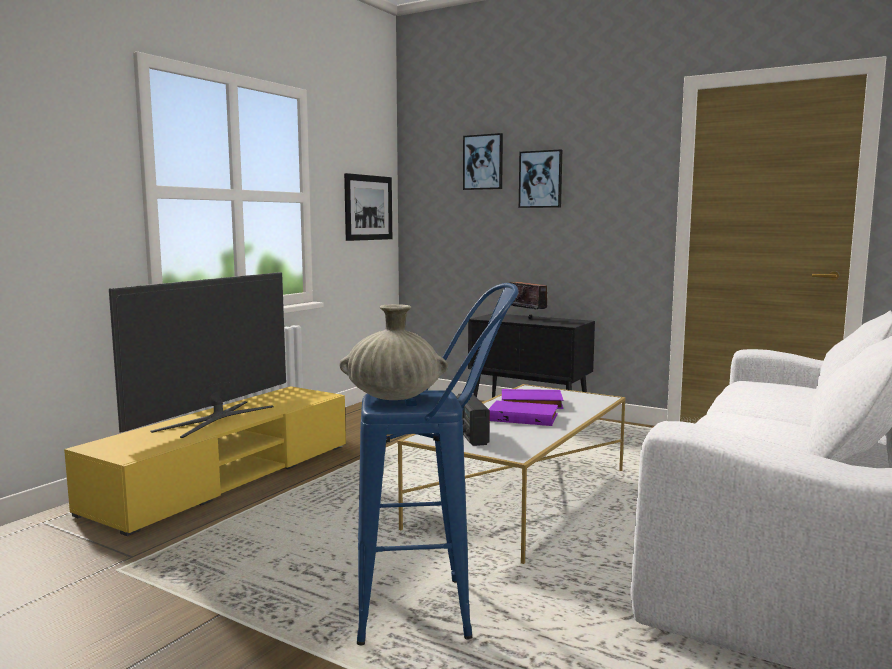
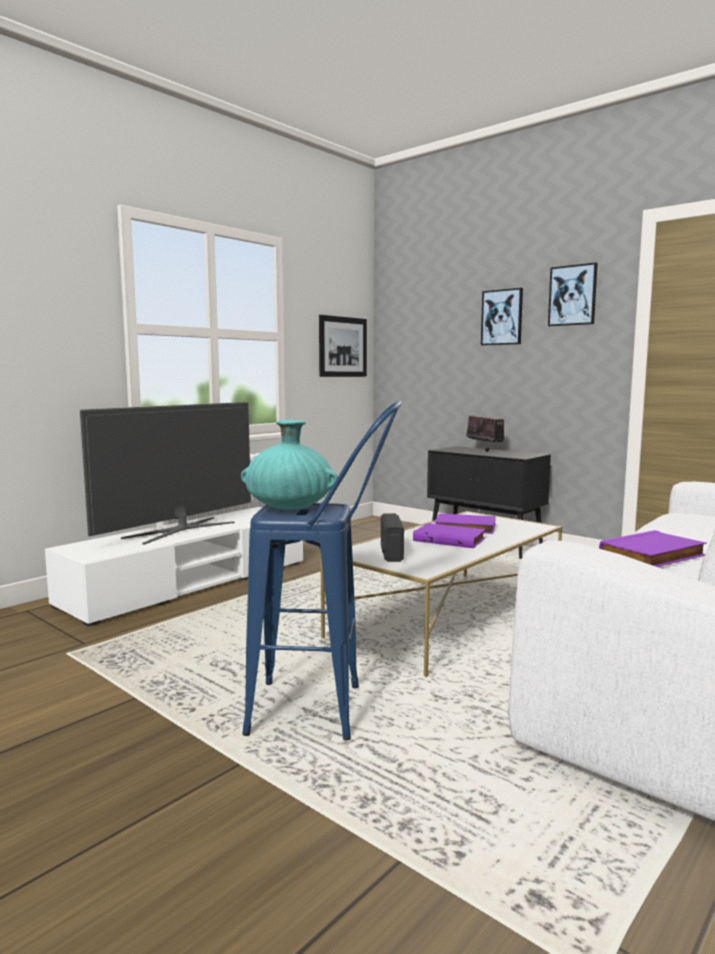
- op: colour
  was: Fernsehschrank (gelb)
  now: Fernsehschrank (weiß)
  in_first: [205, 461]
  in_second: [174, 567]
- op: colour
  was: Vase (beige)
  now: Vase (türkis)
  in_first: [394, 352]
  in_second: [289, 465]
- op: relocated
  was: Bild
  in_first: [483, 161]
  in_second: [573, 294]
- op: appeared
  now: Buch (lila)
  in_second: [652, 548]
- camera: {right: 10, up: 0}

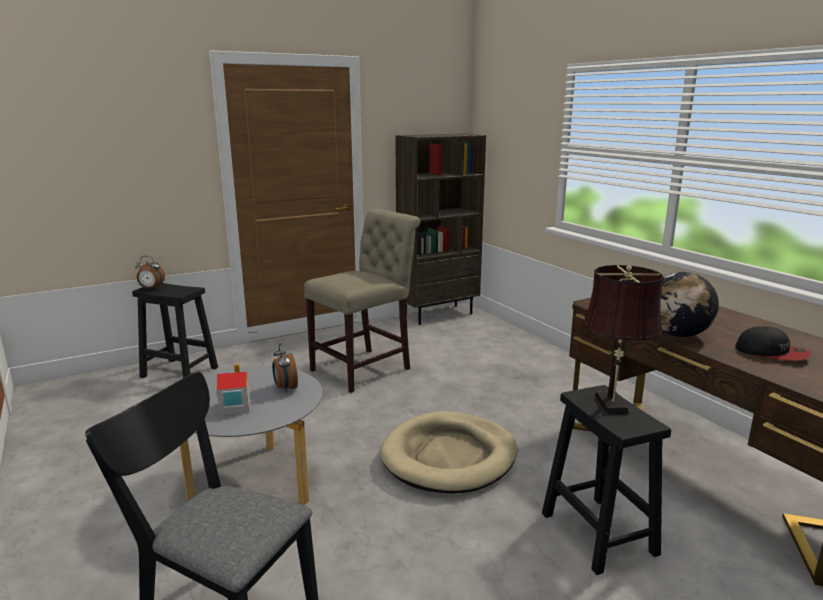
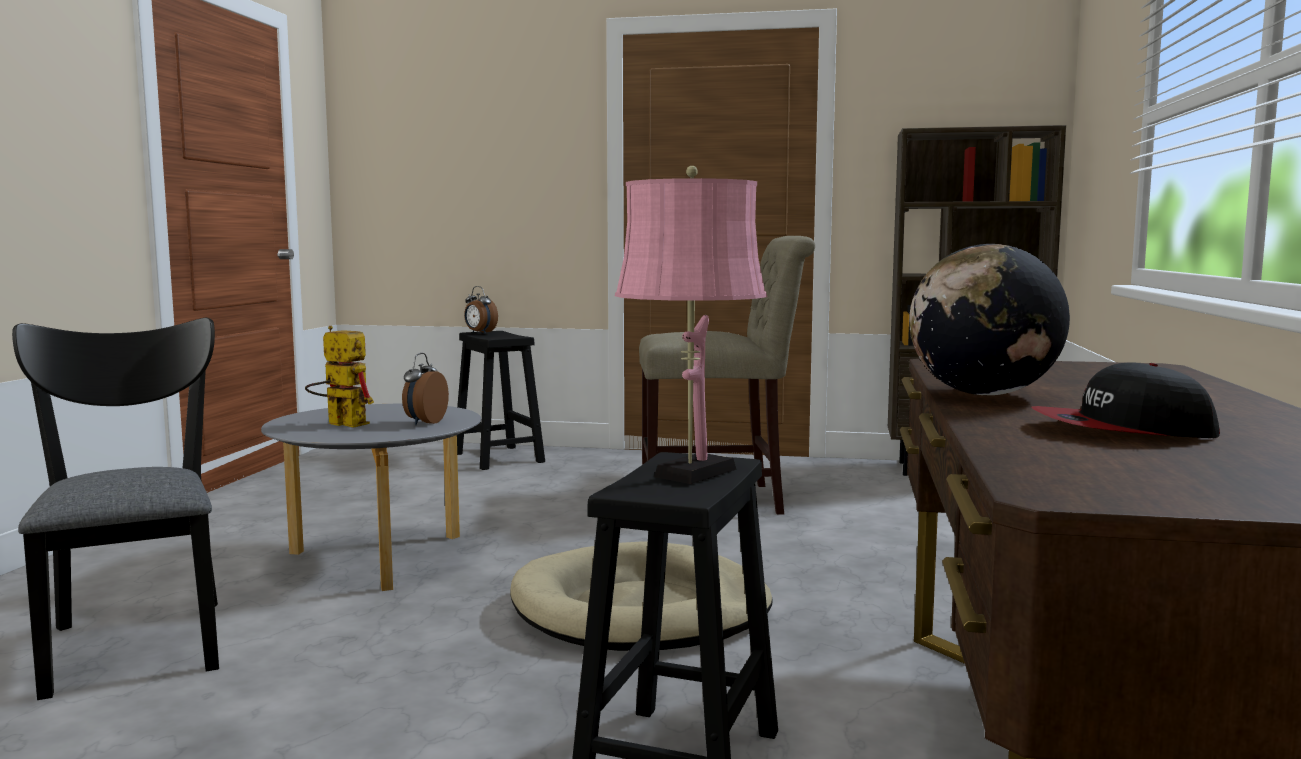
- op: exchanged
  was: Spielzeughaus
  now: Spielzeugroboter
  in_first: [233, 389]
  in_second: [339, 377]
- op: colour
  was: Tischlampe (braun)
  now: Tischlampe (rosa)
  in_first: [623, 339]
  in_second: [691, 325]
- op: spun
  was: Kappe
  in_first: [773, 343]
  in_second: [1126, 400]
  clockwise: 105
- camera: {right: 40, up: -10}

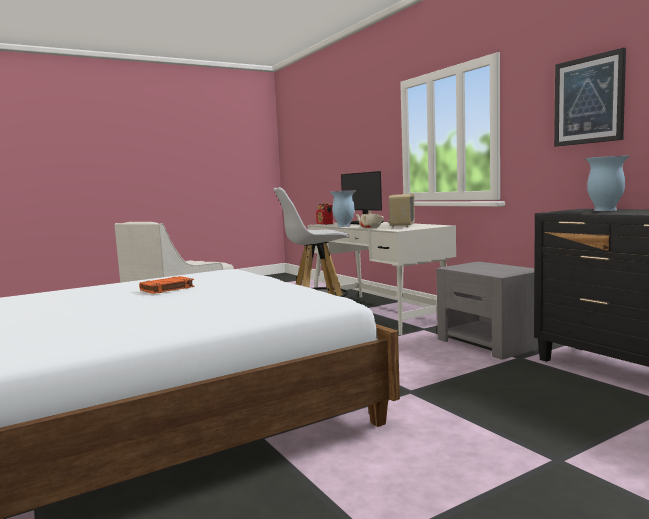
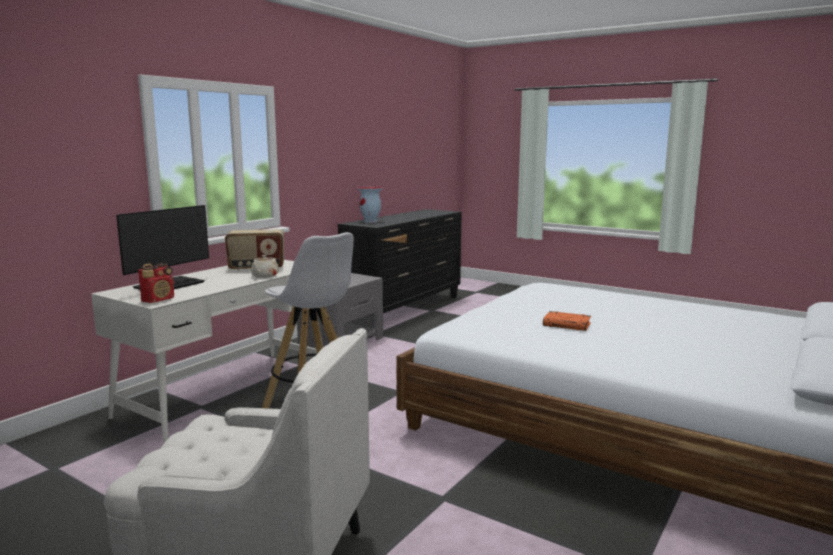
- op: missing
  was: Vase
  in_first: [342, 208]
- op: missing
  was: Bild
  in_first: [590, 97]
- camera: {right: -115, up: 5}

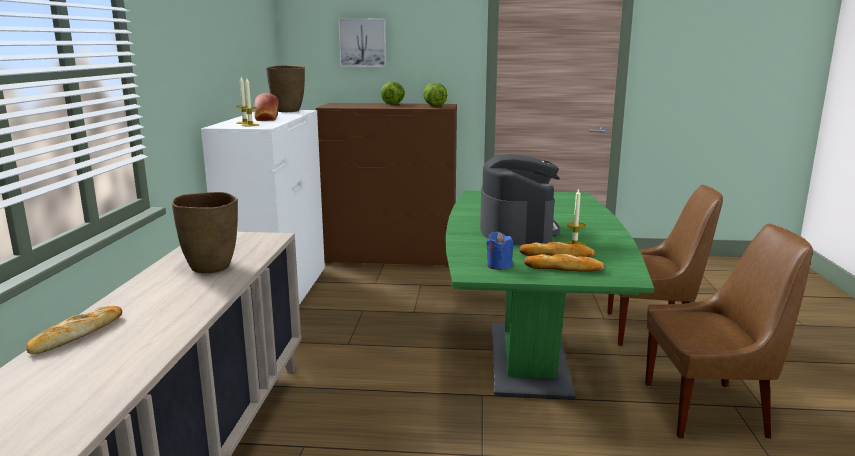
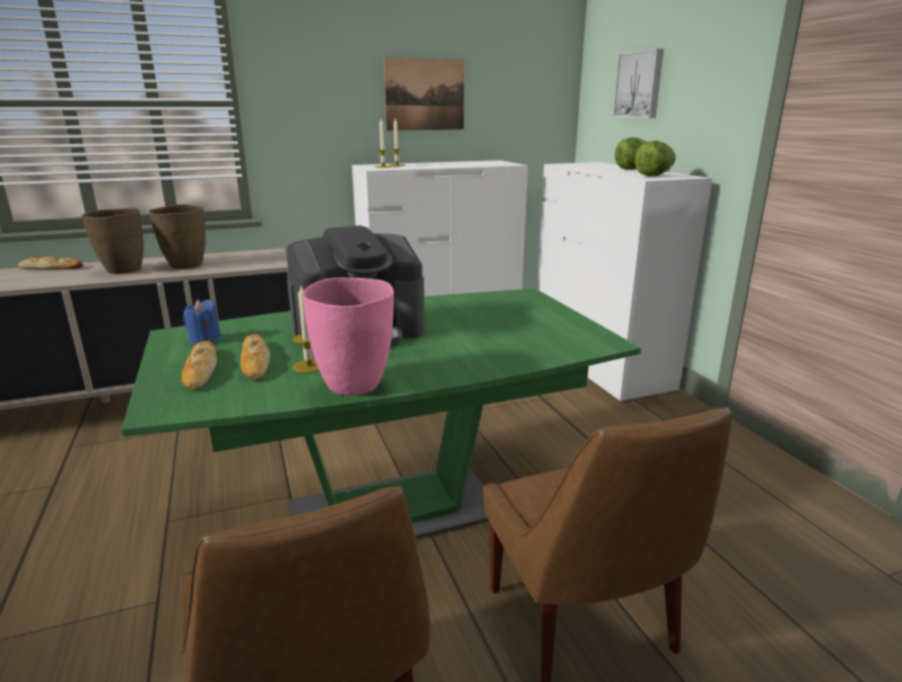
- op: missing
  was: Brot
  in_first: [266, 107]
- op: relocated
  was: Vase (braun)
  in_first: [285, 88]
  in_second: [112, 241]
- op: colour
  was: Kommode (braun)
  now: Kommode (weiß)
  in_first: [386, 185]
  in_second: [624, 282]
- op: appeared
  now: Vase (rosa)
  in_second: [348, 337]
- op: appeared
  now: Bild
  in_second: [424, 94]
- camera: {right: 65, up: 5}

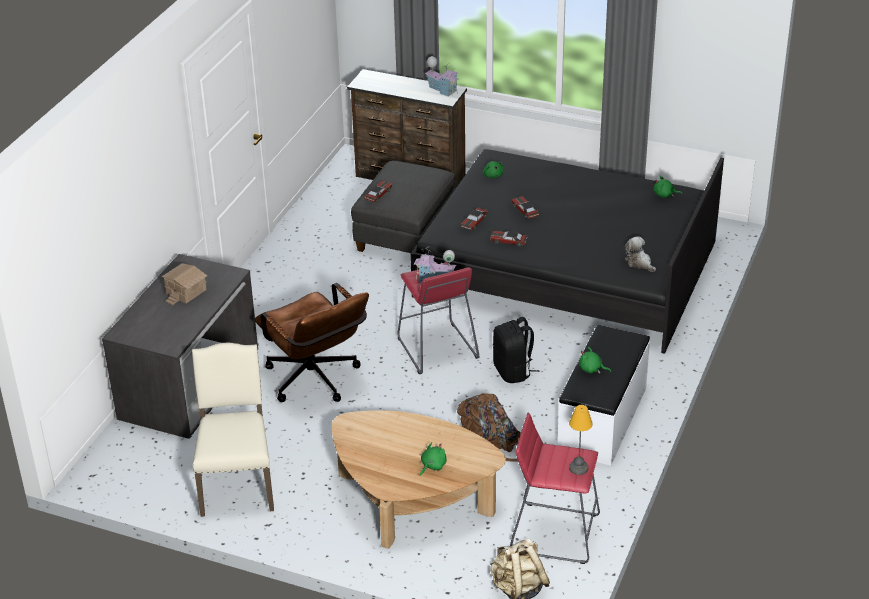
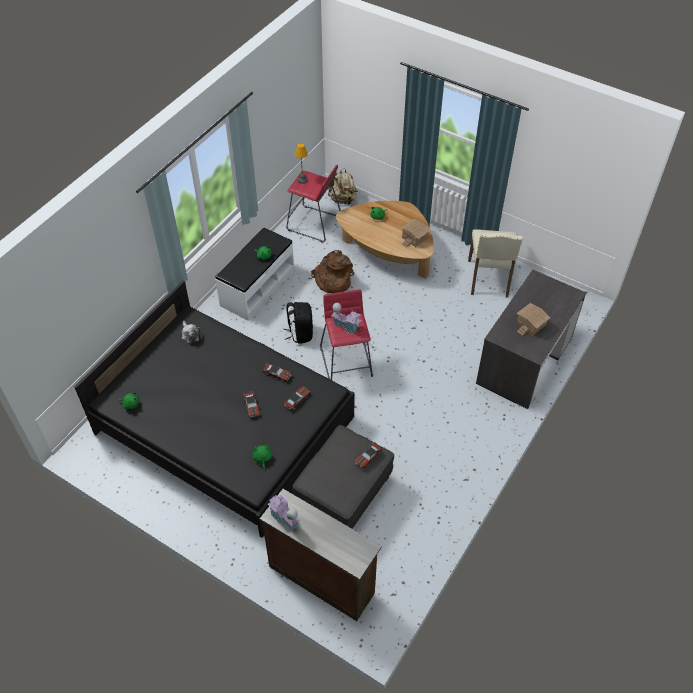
- op: missing
  was: Bürostuhl (braun)
  in_first: [312, 342]
- op: appeared
  now: Spielzeughaus
  in_second: [416, 233]
- camera: {right: -170, up: 15}

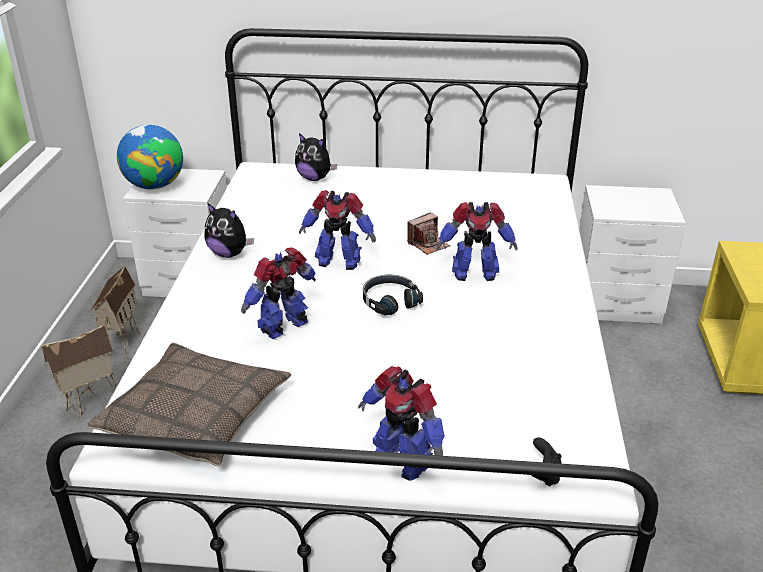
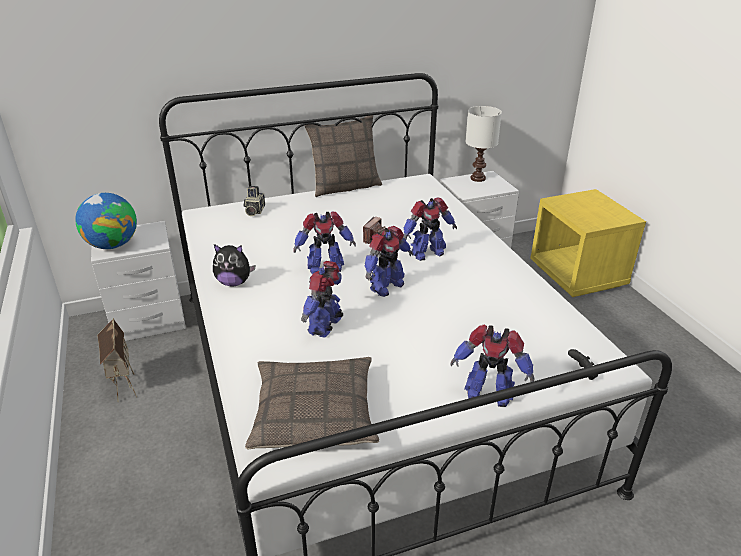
- op: missing
  was: Spielzeughaus
  in_first: [79, 371]
- op: exchanged
  was: Plüschtier
  now: Kamera
  in_first: [316, 157]
  in_second: [254, 201]
- op: exchanged
  was: Kopfhörer (schwarz)
  now: Spielzeugroboter
  in_first: [393, 295]
  in_second: [389, 261]
- op: appeared
  now: Kissen
  in_second: [343, 156]
- op: appeared
  now: Tischlampe (weiß)
  in_second: [483, 144]
- camera: {right: -25, up: 0}

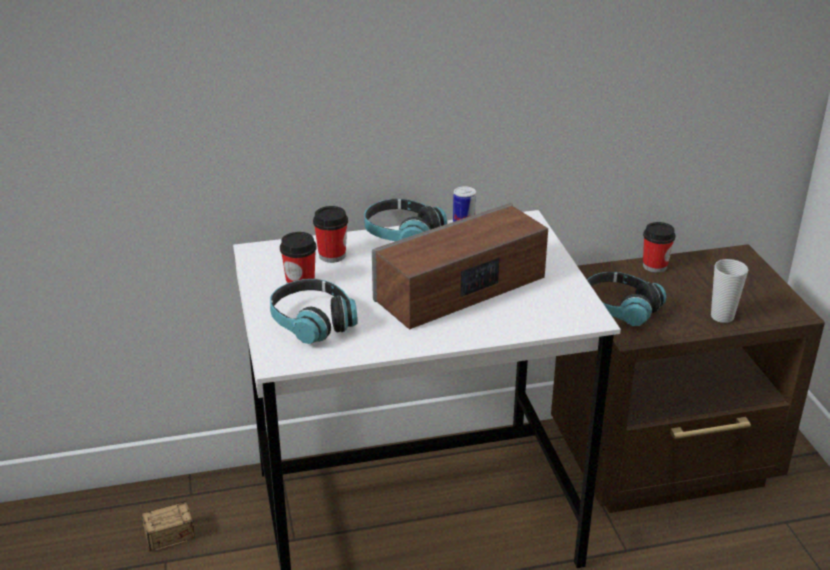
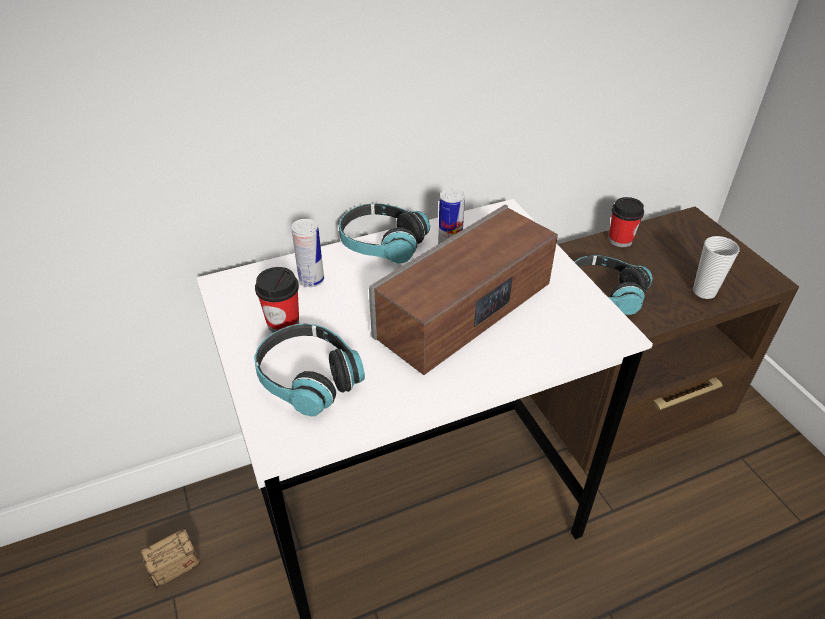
- op: exchanged
  was: Tasse
  now: Dose
  in_first: [330, 234]
  in_second: [307, 253]
- camera: {right: -10, up: 10}

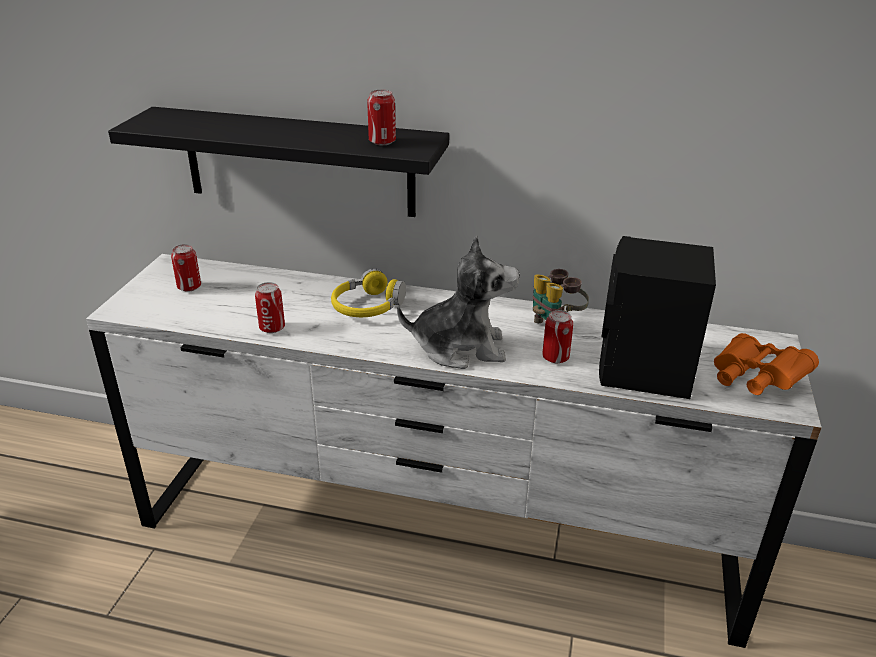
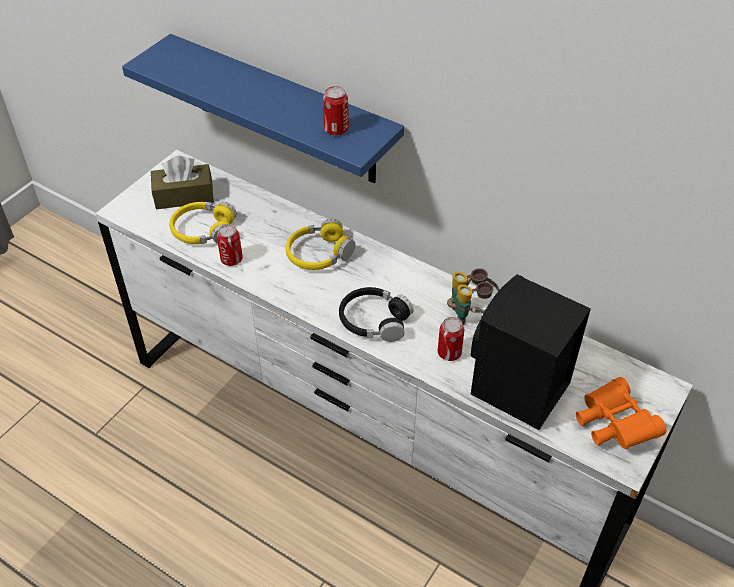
- op: colour
  was: Wandregal (schwarz)
  now: Wandregal (blau)
  in_first: [278, 162]
  in_second: [263, 108]
- op: exchanged
  was: Dose
  now: Taschentuchbox (braun)
  in_first: [186, 268]
  in_second: [182, 182]
- op: exchanged
  was: Plüschtier
  now: Kopfhörer (schwarz)
  in_first: [458, 302]
  in_second: [376, 314]
- op: appeared
  now: Kopfhörer (gelb)
  in_second: [203, 223]
- camera: {right: 20, up: 15}

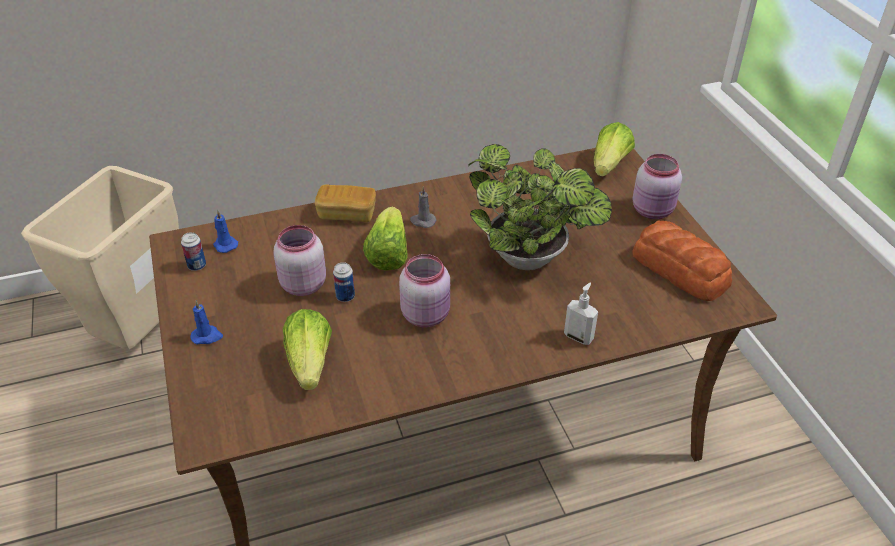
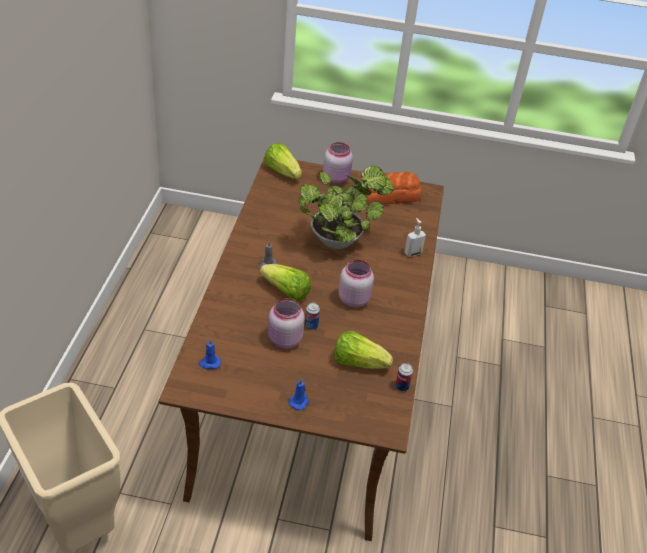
- op: relocated
  was: Dose
  in_first: [193, 251]
  in_second: [404, 377]
- op: missing
  was: Brot
  in_first: [345, 203]
- camera: {right: -65, up: 0}

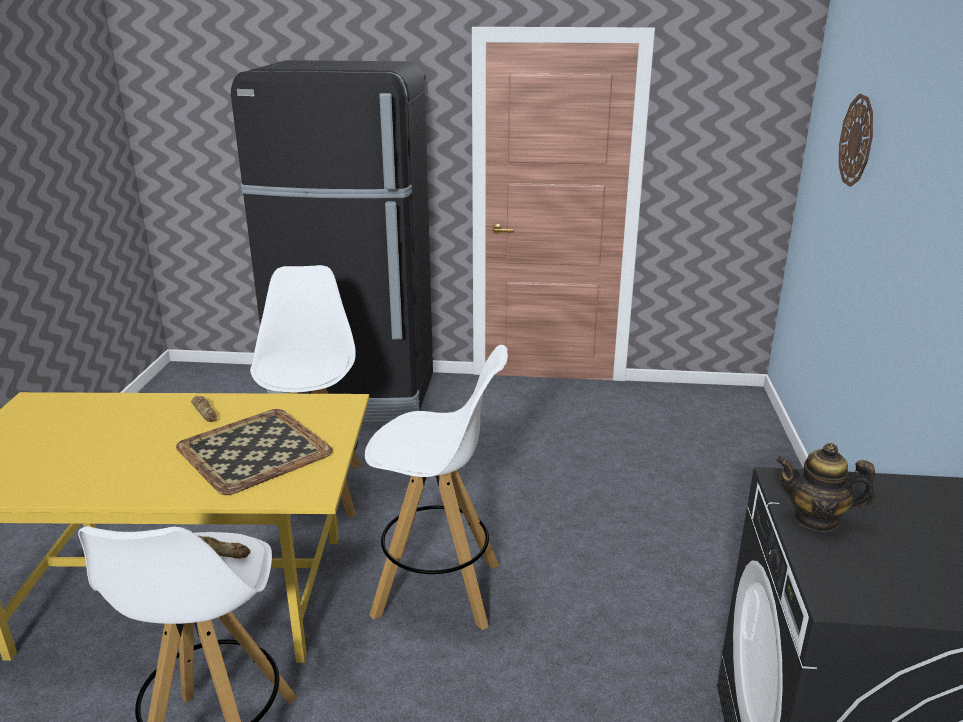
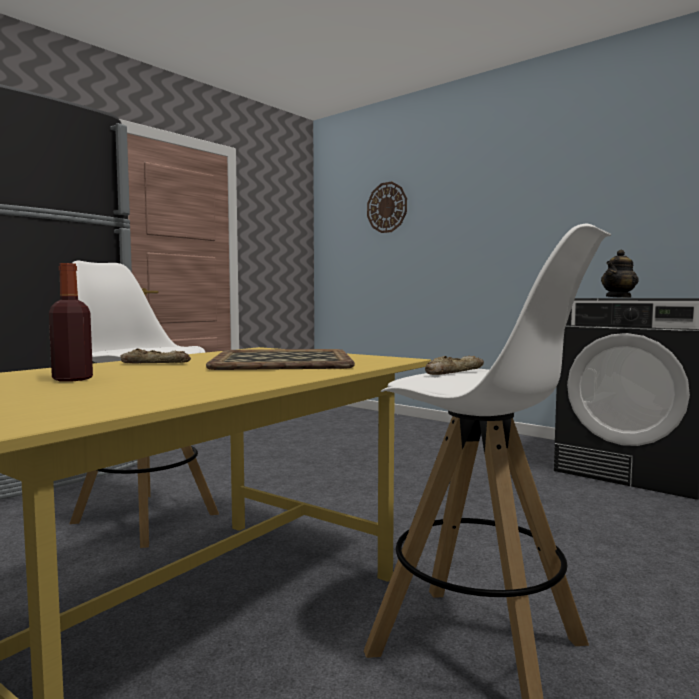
- op: missing
  was: Hocker (weiß)
  in_first: [436, 487]
- op: appeared
  now: Flasche
  in_second: [71, 322]
- camera: {right: -55, up: -20}

